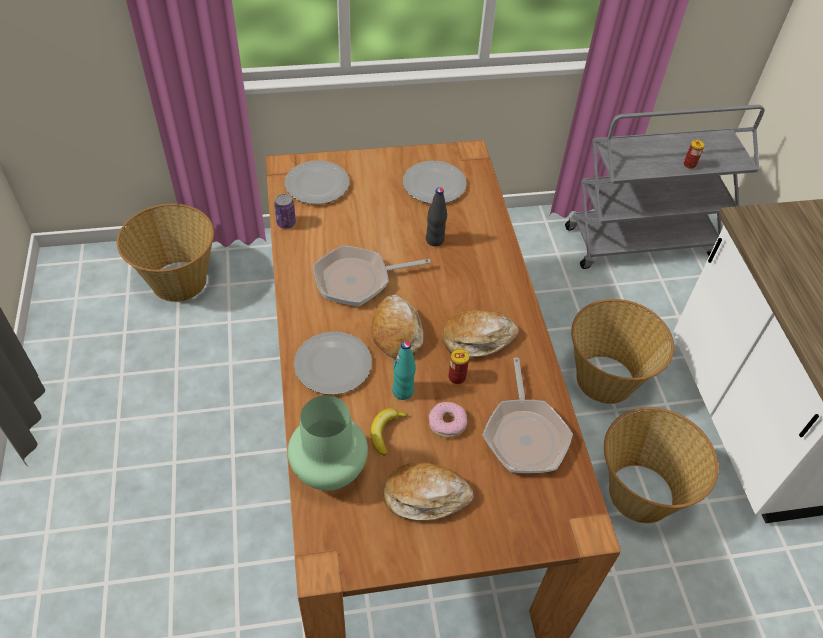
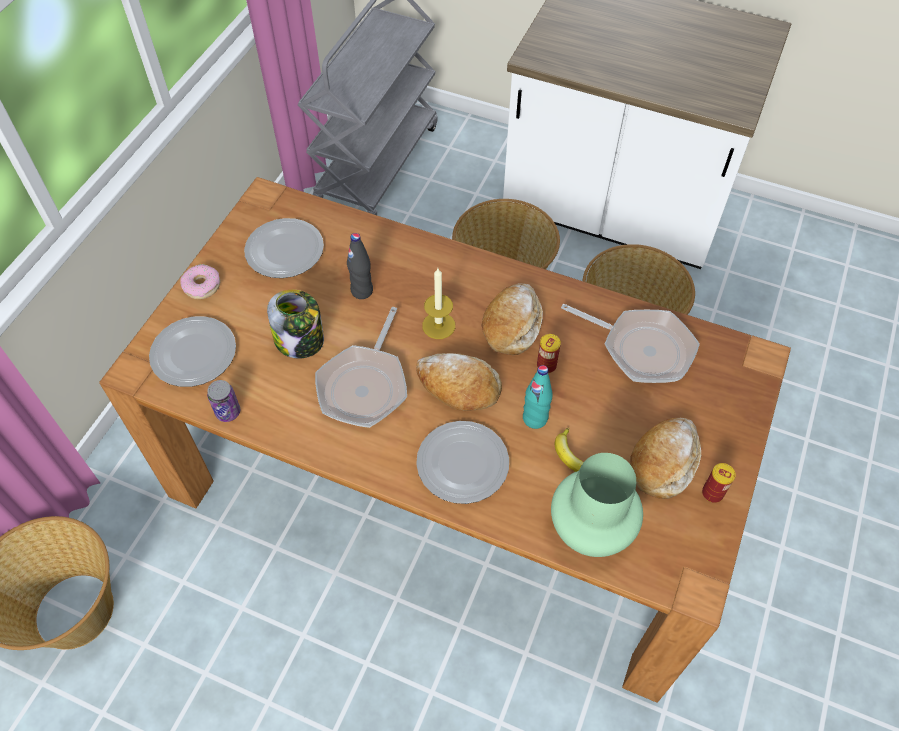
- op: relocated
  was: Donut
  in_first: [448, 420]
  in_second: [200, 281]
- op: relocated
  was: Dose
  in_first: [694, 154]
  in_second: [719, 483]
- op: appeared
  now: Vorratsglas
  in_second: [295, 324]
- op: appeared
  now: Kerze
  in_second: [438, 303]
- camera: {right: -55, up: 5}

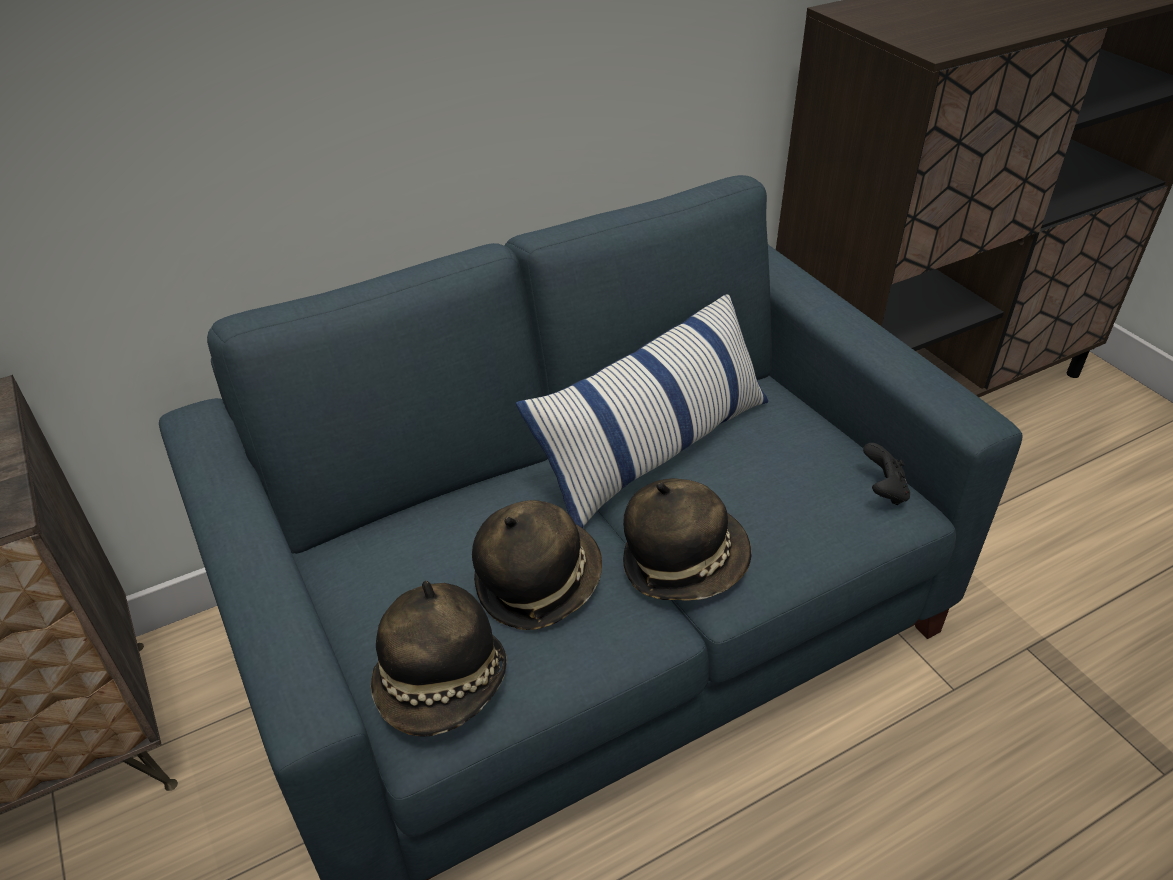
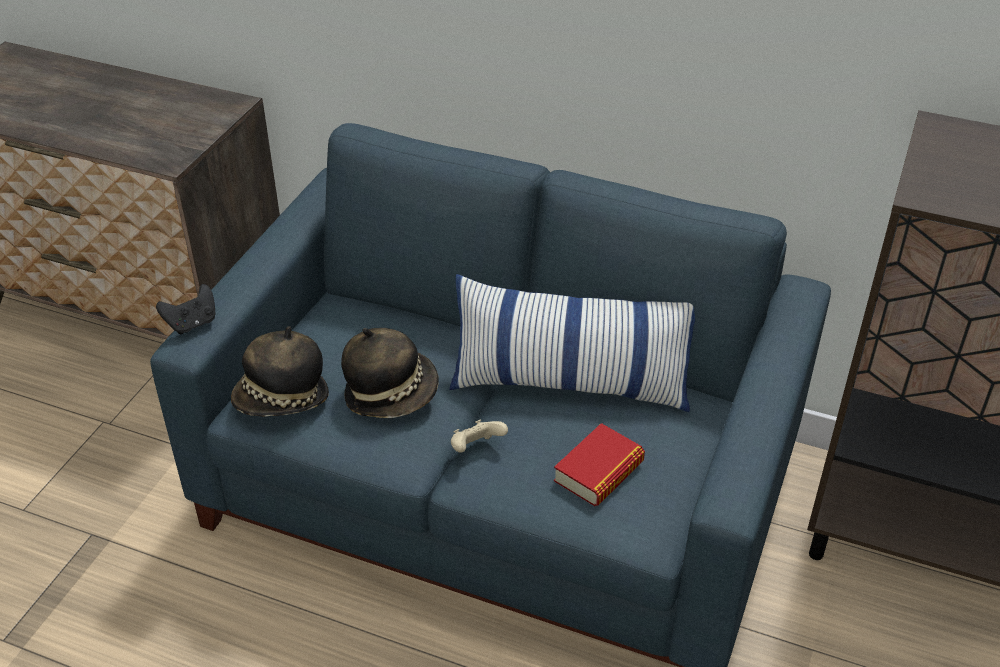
- op: exchanged
  was: Hut
  now: Gamepad (beige)
  in_first: [687, 539]
  in_second: [479, 436]
- op: relocated
  was: Gamepad (schwarz)
  in_first: [886, 474]
  in_second: [186, 309]
- op: appeared
  now: Buch
  in_second: [599, 464]
- camera: {right: 50, up: 0}

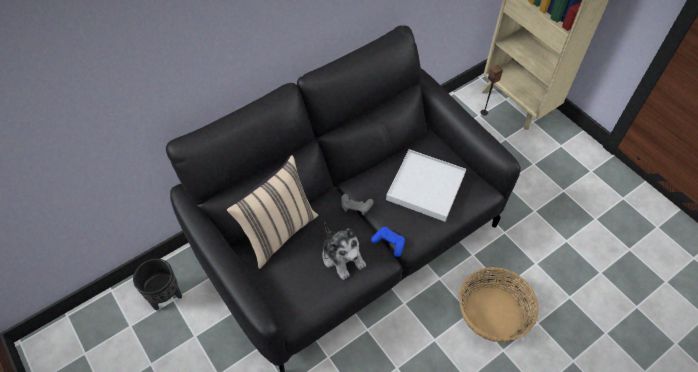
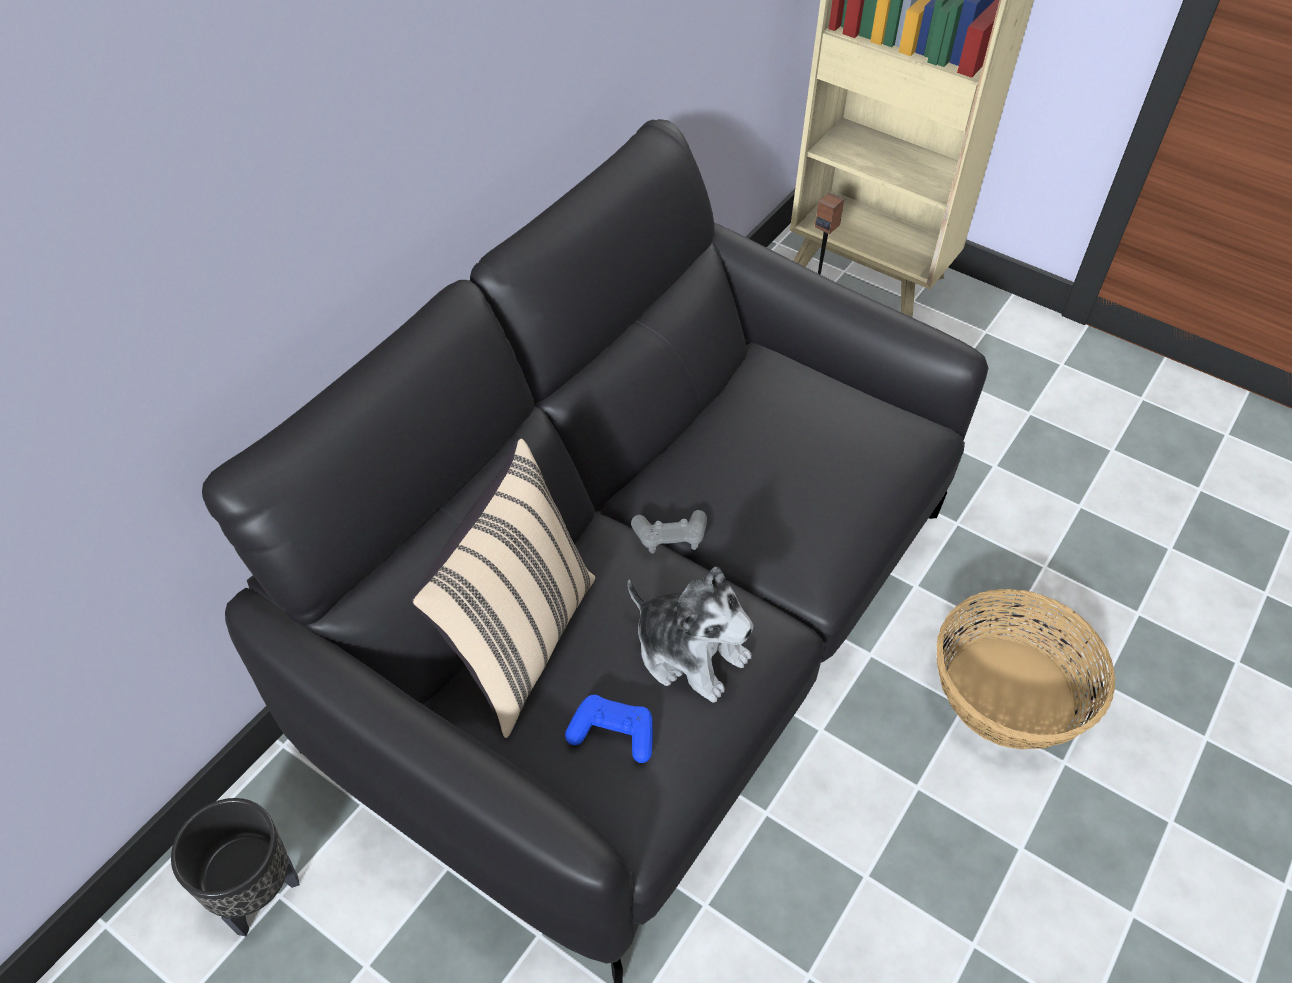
- op: relocated
  was: Gamepad (blau)
  in_first: [388, 242]
  in_second: [609, 729]
- op: missing
  was: Tablett (weiß)
  in_first: [426, 185]
- camera: {right: -20, up: -5}

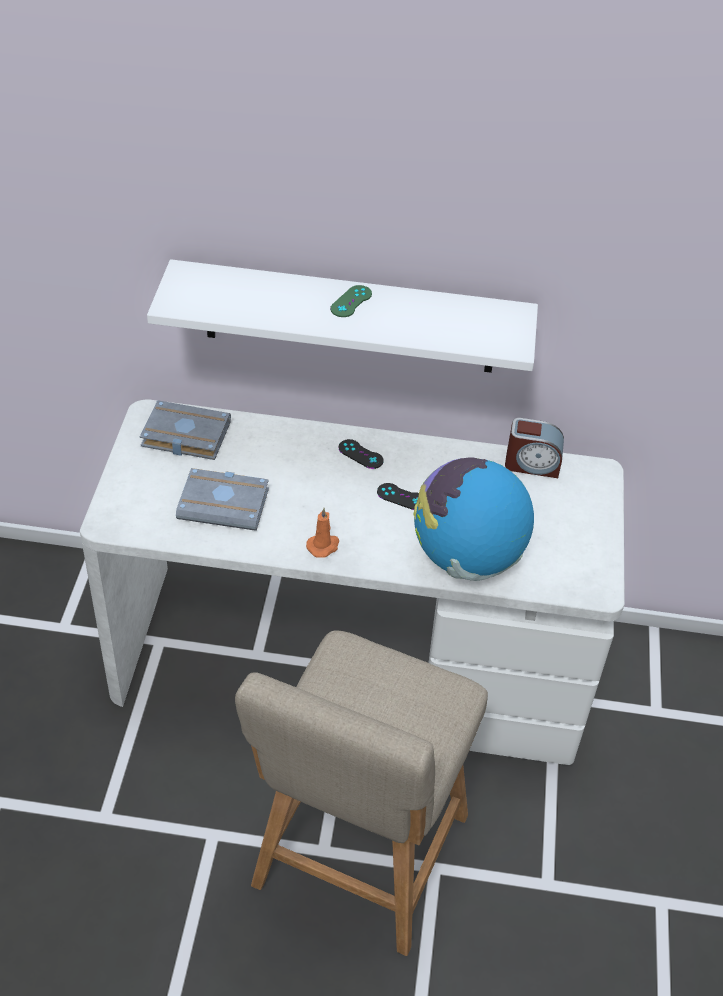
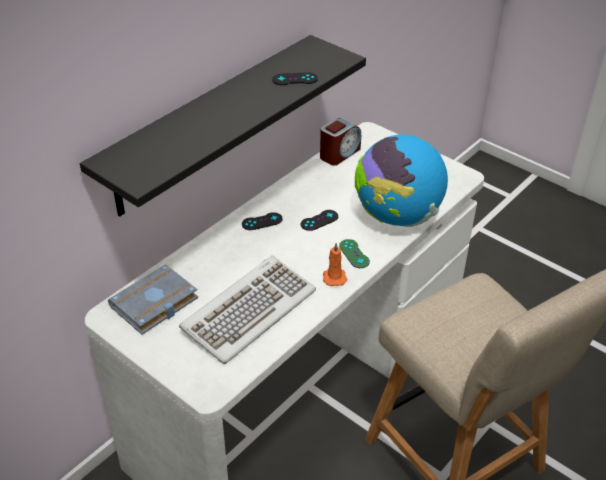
- op: colour
  was: Wandregal (weiß)
  now: Wandregal (schwarz)
  in_first: [342, 316]
  in_second: [223, 126]
- op: exchanged
  was: Buch (grau)
  now: Tastatur
  in_first: [222, 499]
  in_second: [247, 310]
- op: relocated
  was: Gamepad (grün)
  in_first: [351, 301]
  in_second: [354, 253]
- op: appeared
  now: Gamepad (schwarz)
  in_second: [295, 78]
- camera: {right: -55, up: -5}

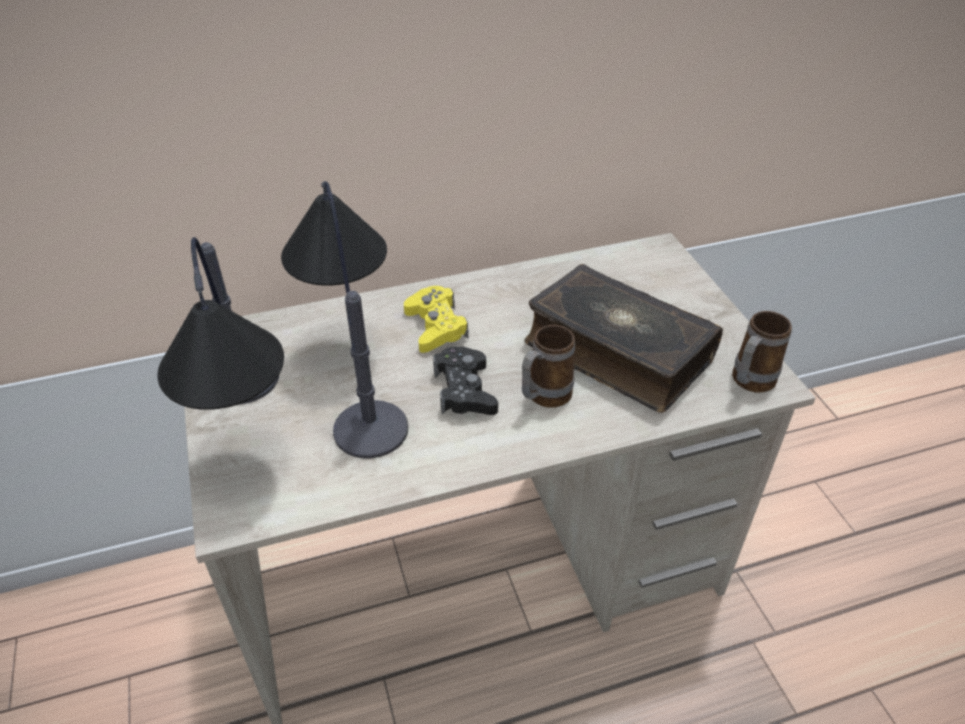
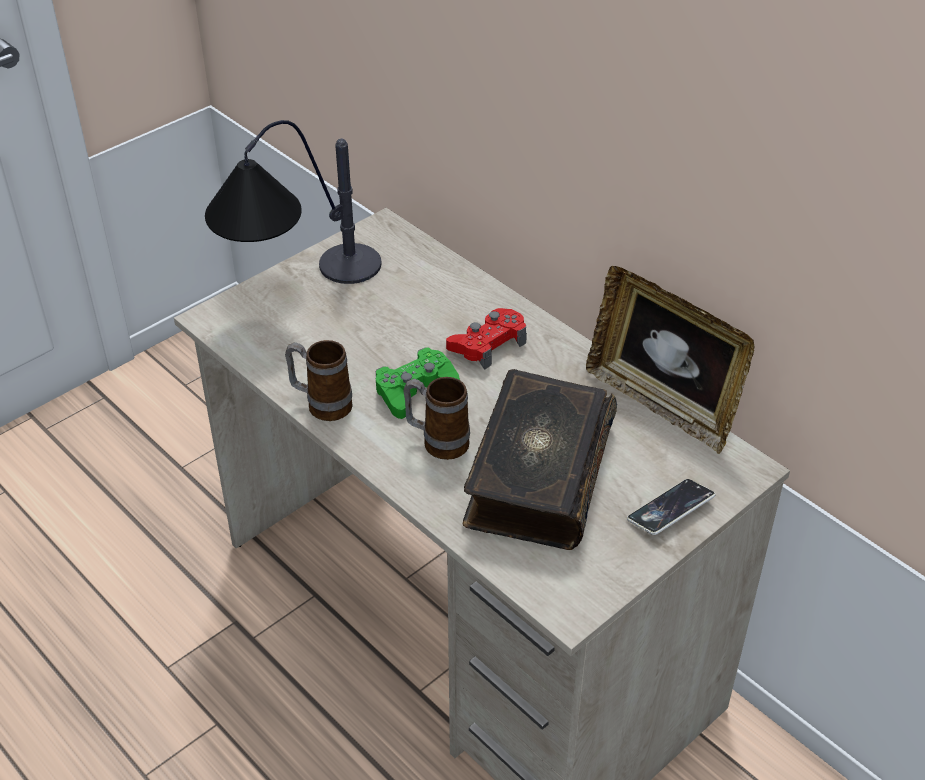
- op: missing
  was: Tischlampe
  in_first: [344, 319]
- op: colour
  was: Gamepad (gelb)
  now: Gamepad (rot)
  in_first: [436, 319]
  in_second: [486, 339]
- op: colour
  was: Gamepad (schwarz)
  now: Gamepad (grün)
  in_first: [465, 381]
  in_second: [418, 383]
- op: relocated
  was: Henkelbecher
  in_first: [762, 352]
  in_second: [319, 380]
- op: appeared
  now: Bilderrahmen
  in_second: [670, 360]
- op: appeared
  now: Handy
  in_second: [671, 507]
- camera: {right: 65, up: 0}

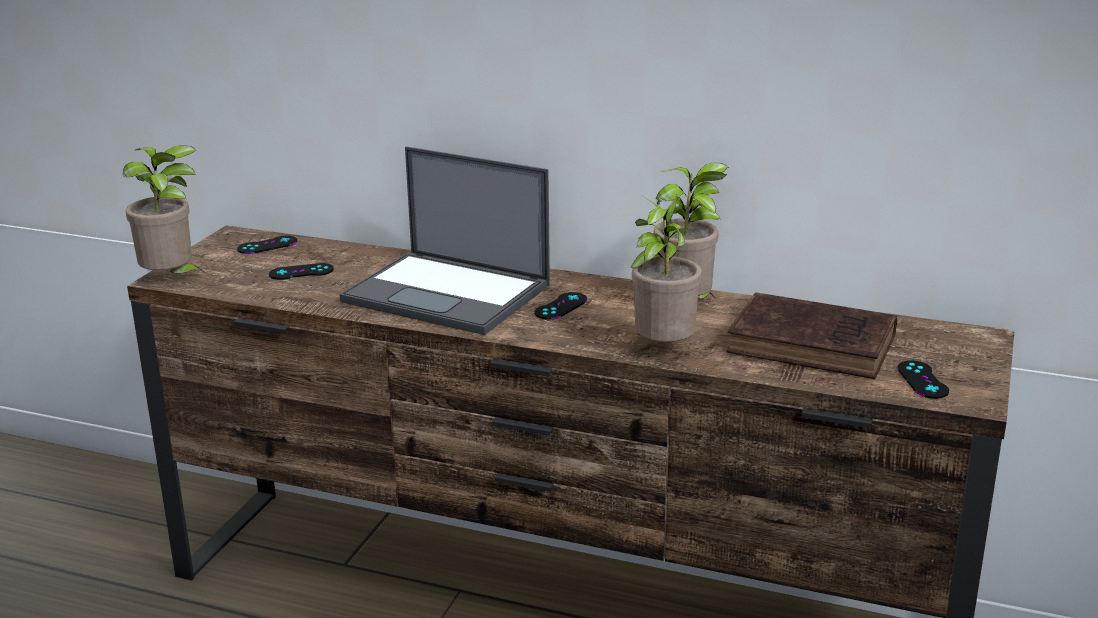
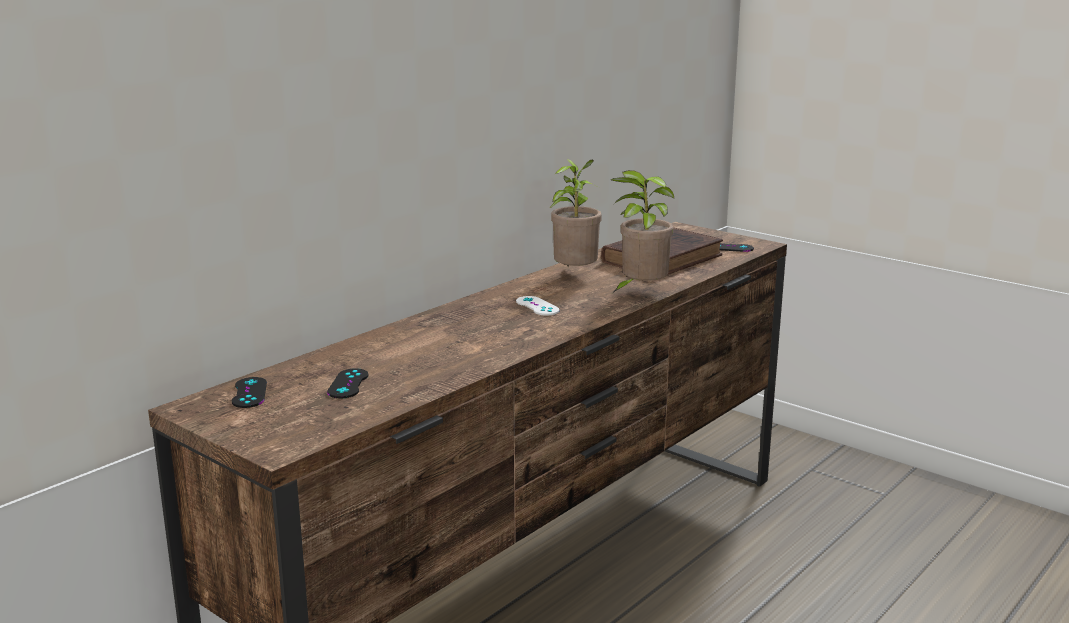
- op: missing
  was: Topfpflanze
  in_first: [165, 210]
- op: missing
  was: Laptop
  in_first: [444, 240]
- op: colour
  was: Gamepad (schwarz)
  now: Gamepad (weiß)
  in_first: [560, 306]
  in_second: [538, 306]
- camera: {right: -70, up: -5}

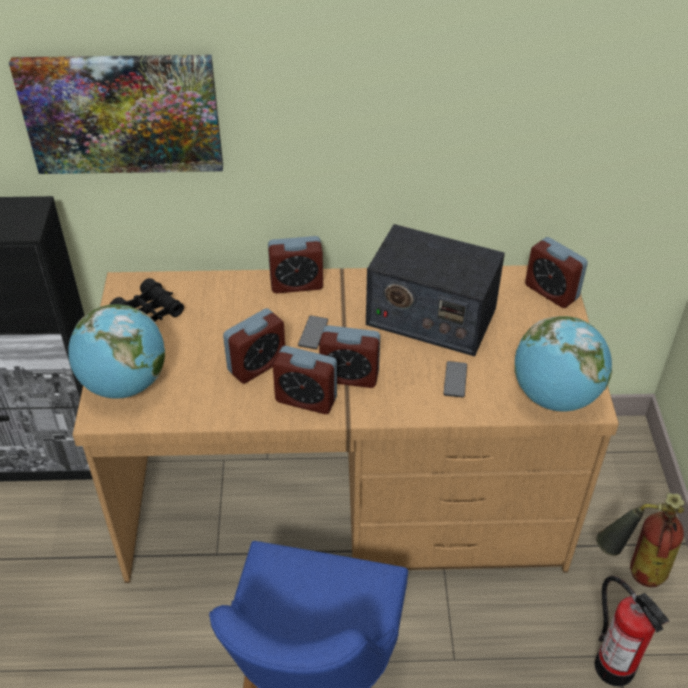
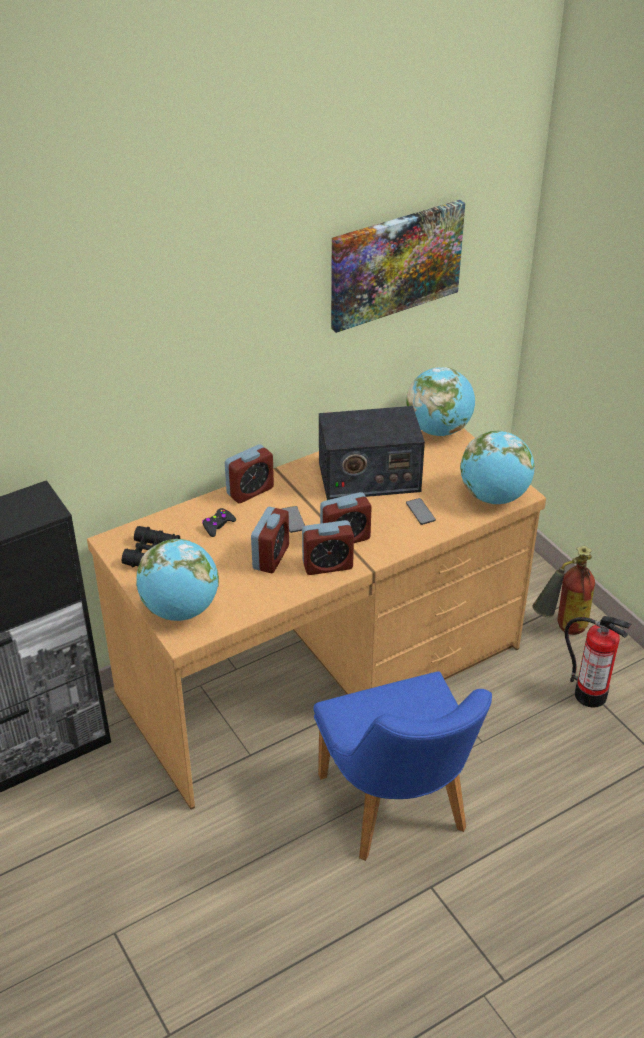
- op: relocated
  was: Bild
  in_first: [116, 114]
  in_second: [398, 266]
- op: exchanged
  was: Wecker
  now: Globus
  in_first: [556, 272]
  in_second: [440, 401]
- op: appeared
  now: Gamepad (schwarz)
  in_second: [219, 522]
- camera: {right: -30, up: -5}

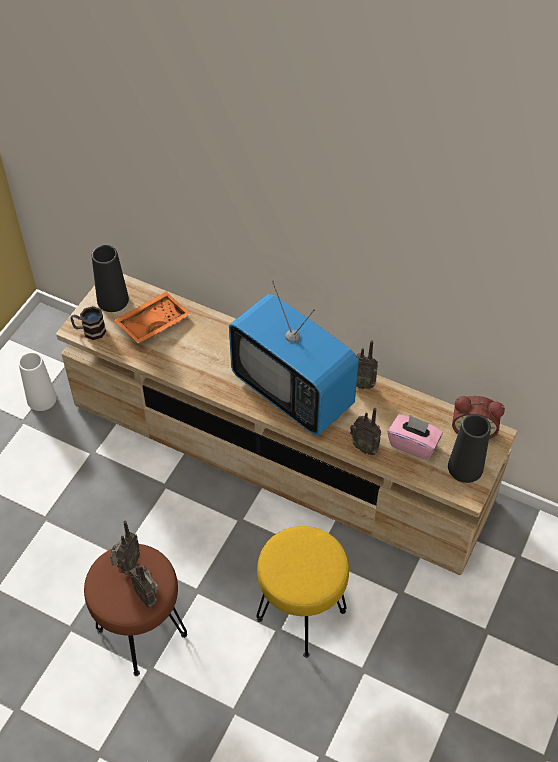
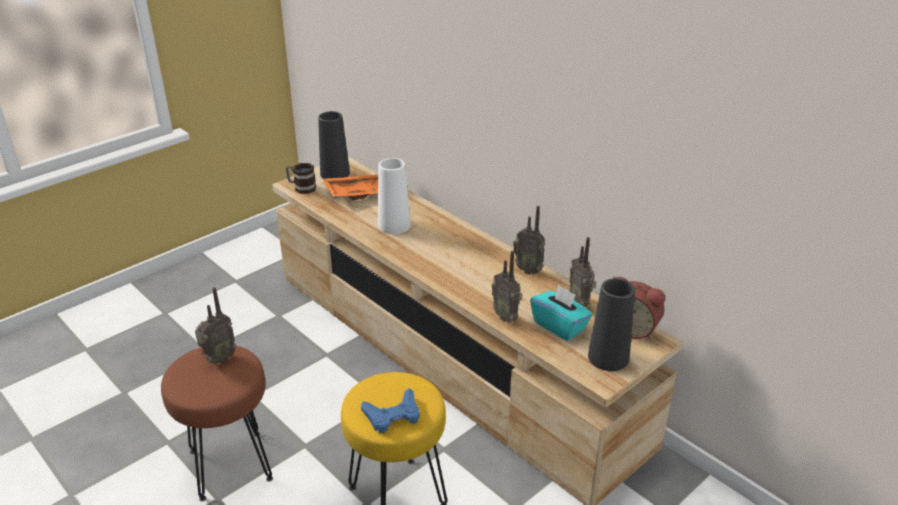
- op: relocated
  was: Vase (weiß)
  in_first: [38, 381]
  in_second: [394, 196]
- op: relocated
  was: Radio
  in_first: [144, 586]
  in_second: [582, 272]
- op: missing
  was: Fernseher
  in_first: [294, 357]
- op: colour
  was: Taschentuchbox (rosa)
  now: Taschentuchbox (türkis)
  in_first: [415, 437]
  in_second: [561, 312]
- op: appeared
  now: Gamepad (blau)
  in_second: [390, 410]
- camera: {right: 20, up: -20}

